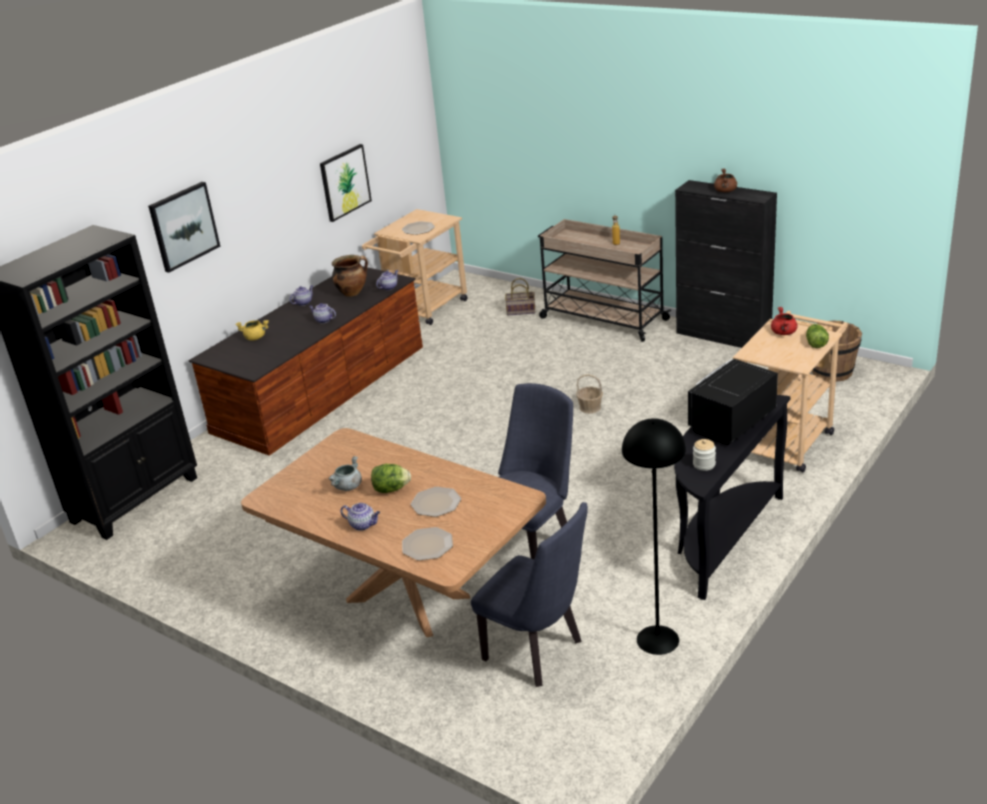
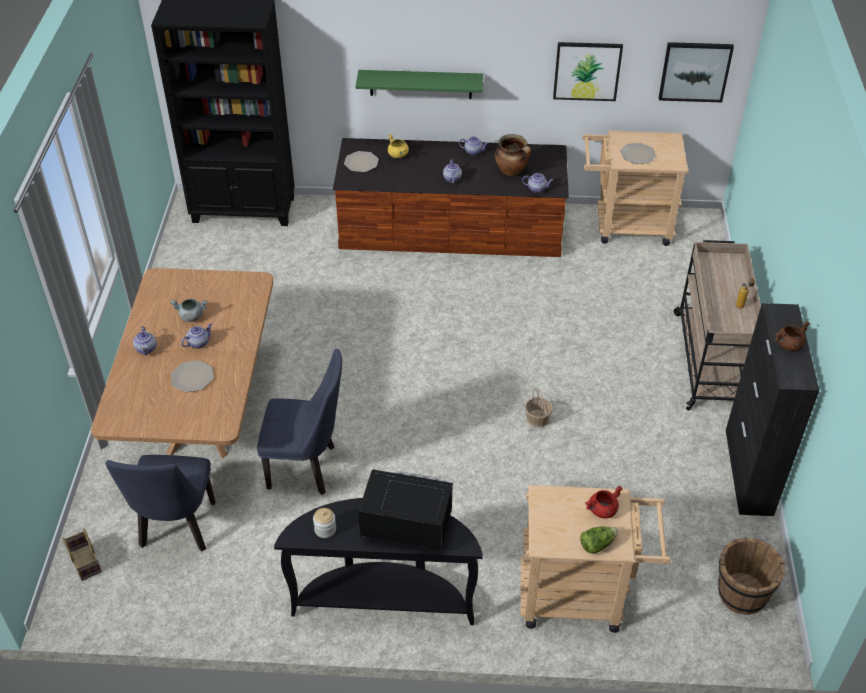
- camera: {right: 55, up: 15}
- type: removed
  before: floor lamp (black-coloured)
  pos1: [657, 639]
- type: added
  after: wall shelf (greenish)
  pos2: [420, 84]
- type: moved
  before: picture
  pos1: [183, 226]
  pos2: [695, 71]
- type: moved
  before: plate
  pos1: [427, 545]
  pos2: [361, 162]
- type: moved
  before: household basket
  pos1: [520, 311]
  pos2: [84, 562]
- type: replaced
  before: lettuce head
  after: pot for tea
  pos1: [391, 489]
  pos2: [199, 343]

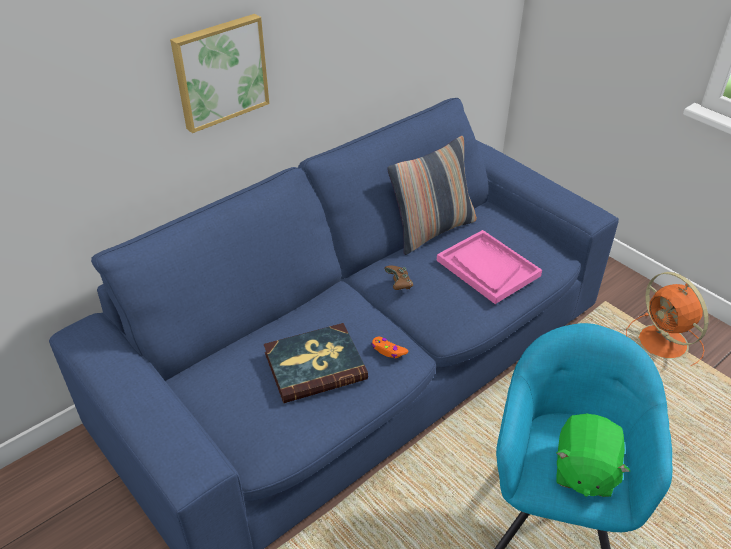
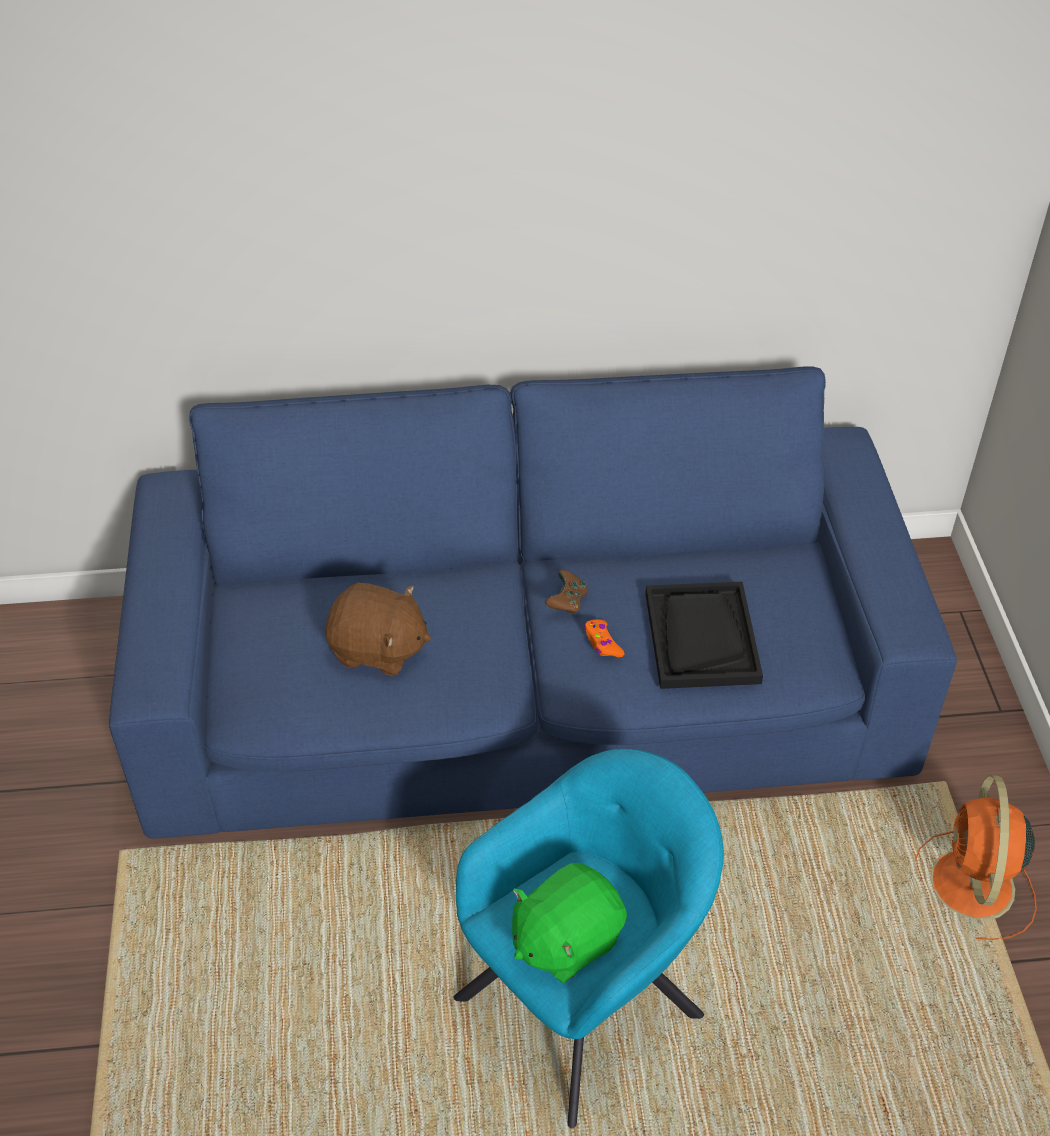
- camera: {right: 35, up: 5}
- type: removed
  before: picture
  pos1: [220, 71]
- type: removed
  before: pillow
  pos1: [432, 230]
- type: moved
  before: game controller (orange-coloured)
  pos1: [388, 351]
  pos2: [602, 643]
- type: replaced
  before: volume
  after: plush toy (brown)
  pos1: [315, 365]
  pos2: [378, 650]
- type: recoloured
  before: tray (pink)
  after: tray (black-coloured)
  pos1: [487, 268]
  pos2: [701, 637]

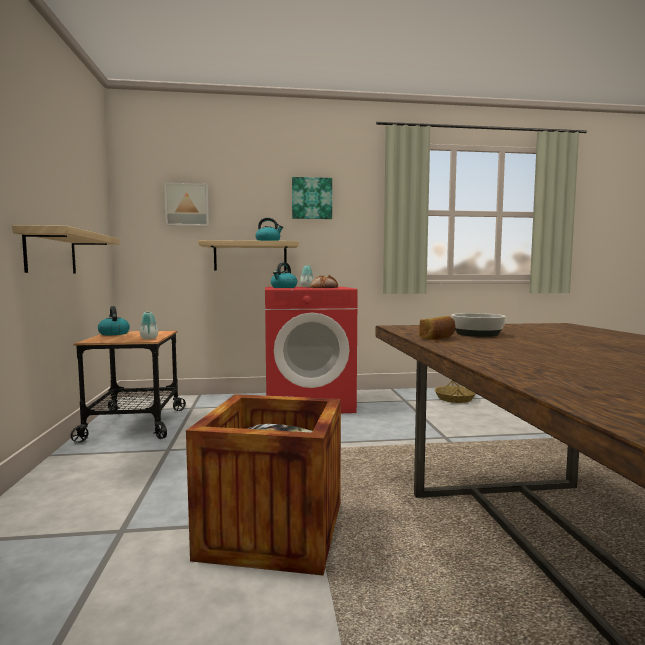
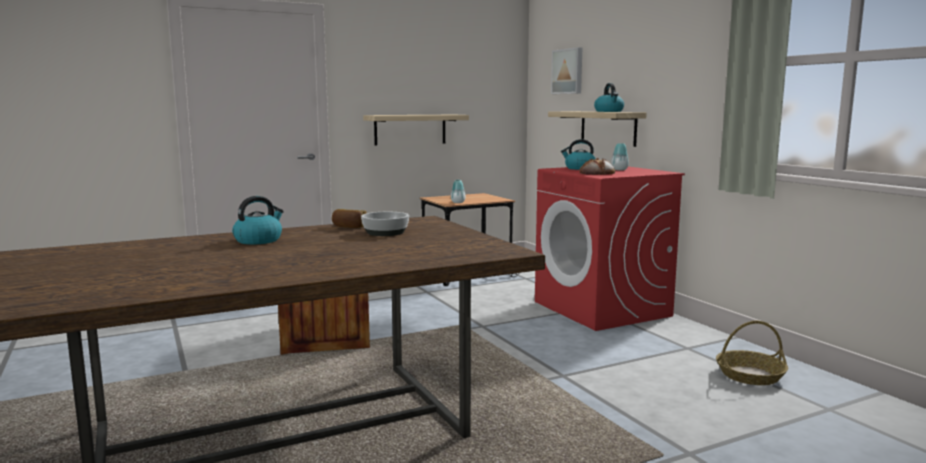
- camera: {right: 70, up: 5}
- type: removed
  before: picture
  pos1: [311, 198]
- type: moved
  before: water kettle
  pos1: [114, 333]
  pos2: [259, 240]

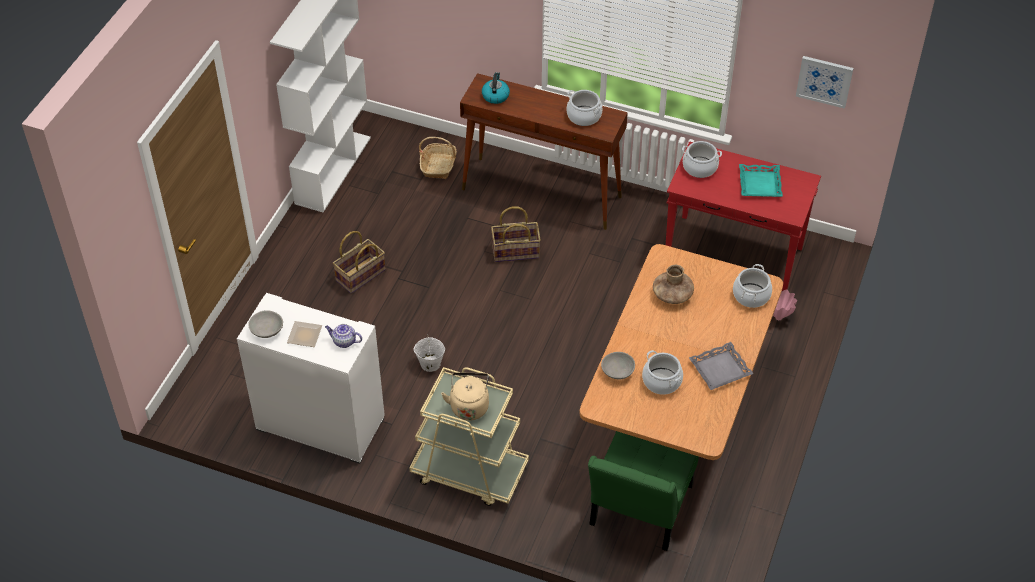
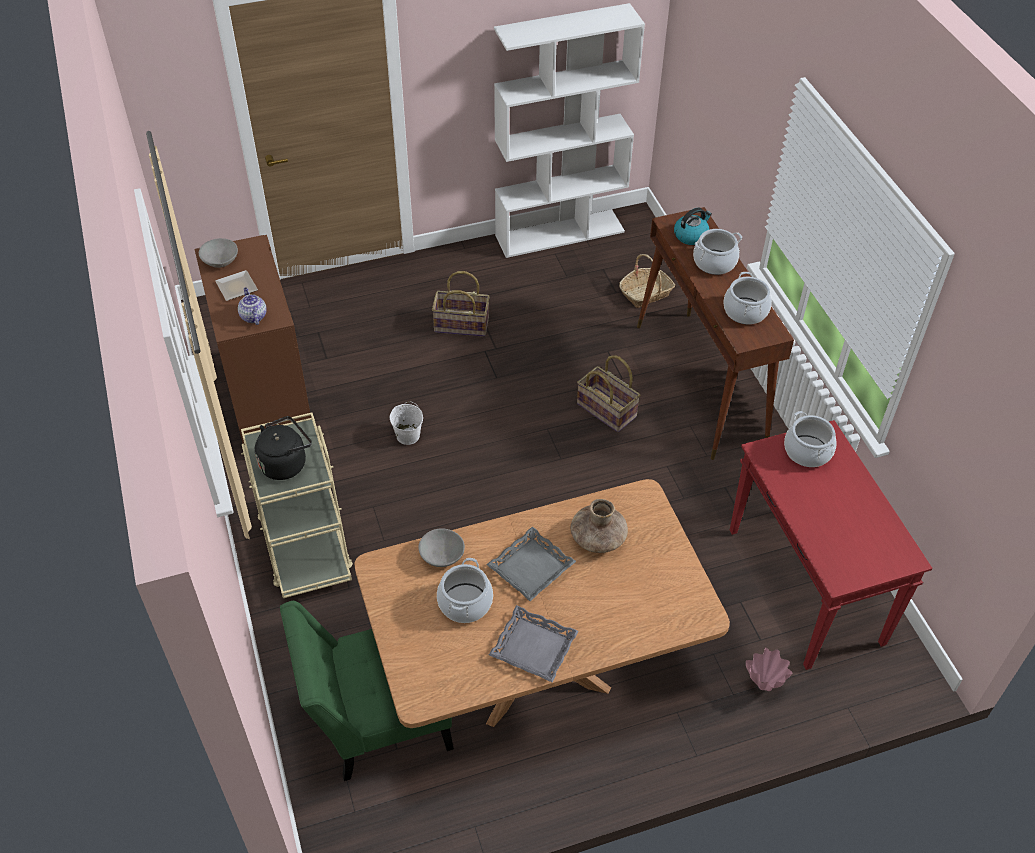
- camera: {right: 50, up: 0}
- type: removed
  before: tray (turquoise-coloured)
  pos1: [760, 184]
- type: removed
  before: picture
  pos1: [824, 81]
- type: added
  after: tray (gray)
  pos2: [530, 567]
- type: moved
  before: stockpot
  pos1: [751, 295]
  pos2: [714, 262]
- type: recoloured
  before: cabinet (white)
  after: cabinet (brown)
  pos1: [319, 424]
  pos2: [267, 405]
- type: recoloured
  before: water kettle (beige-coloured)
  after: water kettle (black-coloured)
  pos1: [469, 405]
  pos2: [285, 463]

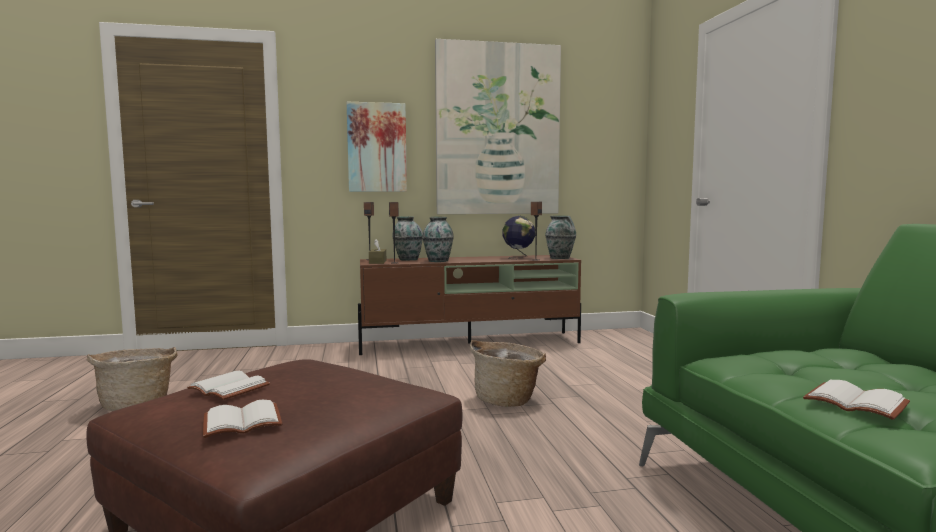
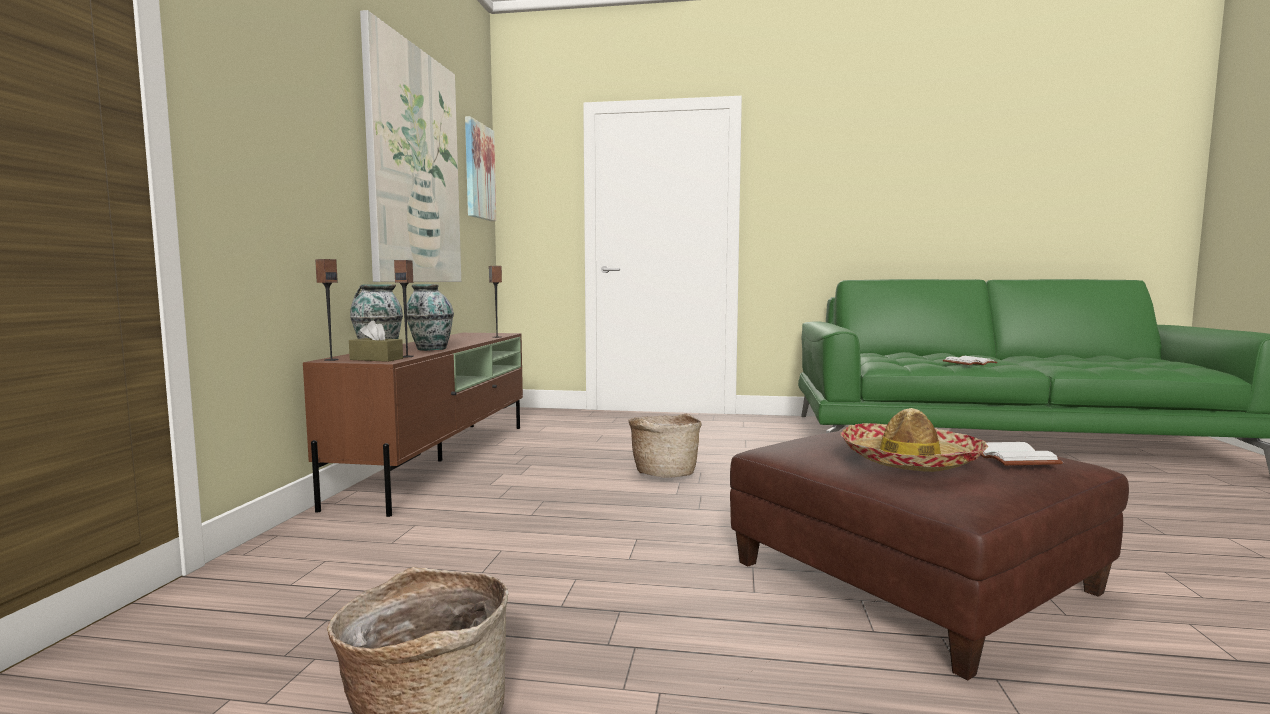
- camera: {right: -70, up: 0}
- type: removed
  before: desk globe
  pos1: [518, 257]
- type: removed
  before: flower vase
  pos1: [560, 258]
- type: moved
  before: picture
  pos1: [377, 147]
  pos2: [478, 171]
- type: replaced
  before: volume (white)
  after: wearable hat
  pos1: [231, 388]
  pos2: [909, 461]

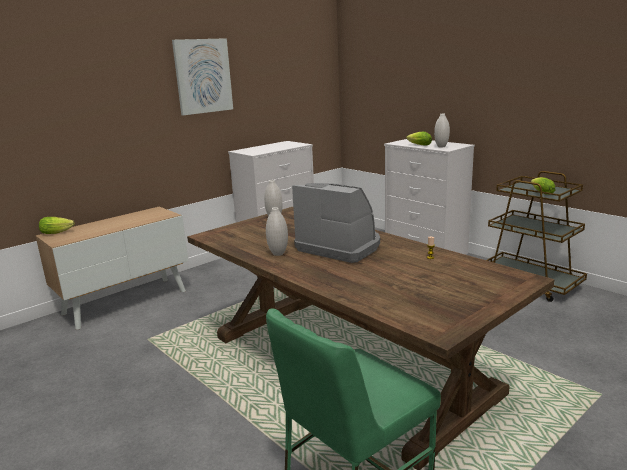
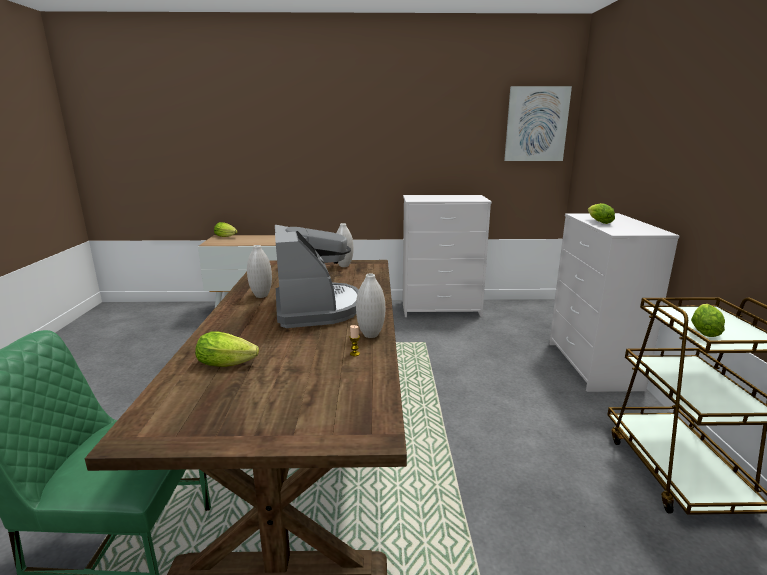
- camera: {right: 40, up: 0}
- type: added
  after: lettuce head
  pos2: [229, 363]
- type: moved
  before: picture
  pos1: [203, 76]
  pos2: [536, 124]
- type: moved
  before: flower vase (white)
  pos1: [441, 146]
  pos2: [370, 335]

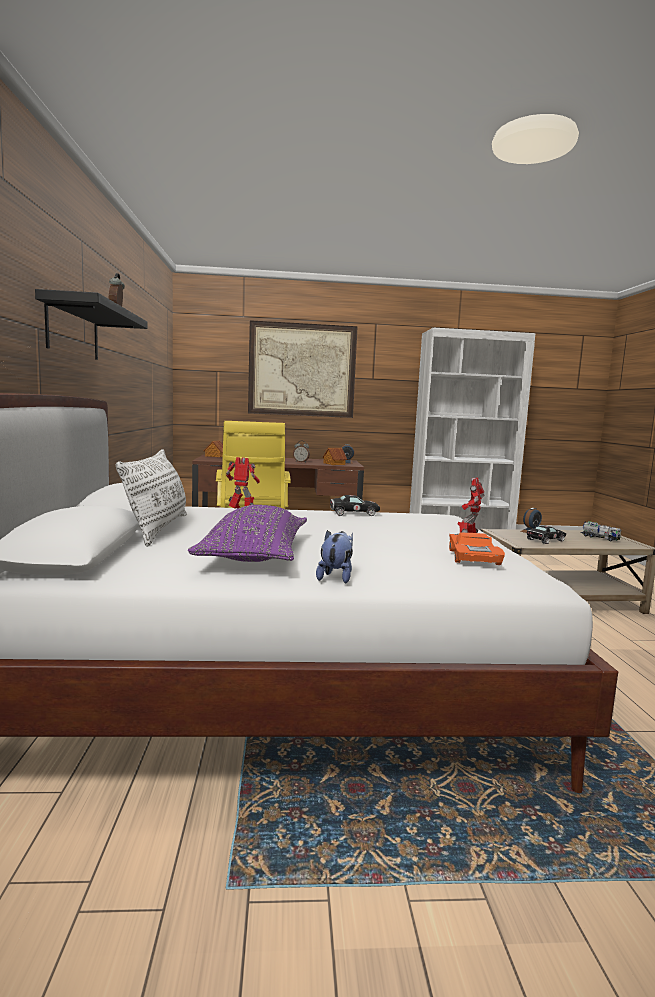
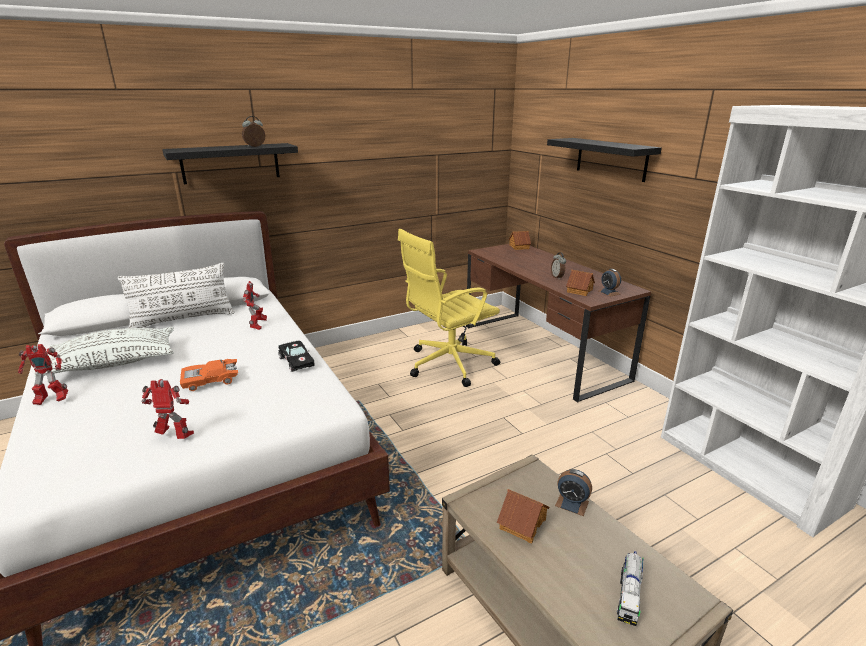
- camera: {right: 65, up: 15}
- type: moved
  before: model car (orange-coloured)
  pos1: [473, 557]
  pos2: [211, 380]
- type: replaced
  before: picture
  after: wall shelf (black-coloured)
  pos1: [302, 370]
  pos2: [611, 159]
- type: replaced
  before: plush toy
  after: robot figure
  pos1: [336, 577]
  pos2: [51, 401]
- type: replaced
  before: model car (black-coloured)
  after: model house
  pos1: [545, 540]
  pos2: [522, 523]
- type: recoloured
  before: pillow (purplish)
  after: pillow (white)
  pos1: [255, 554]
  pos2: [114, 363]

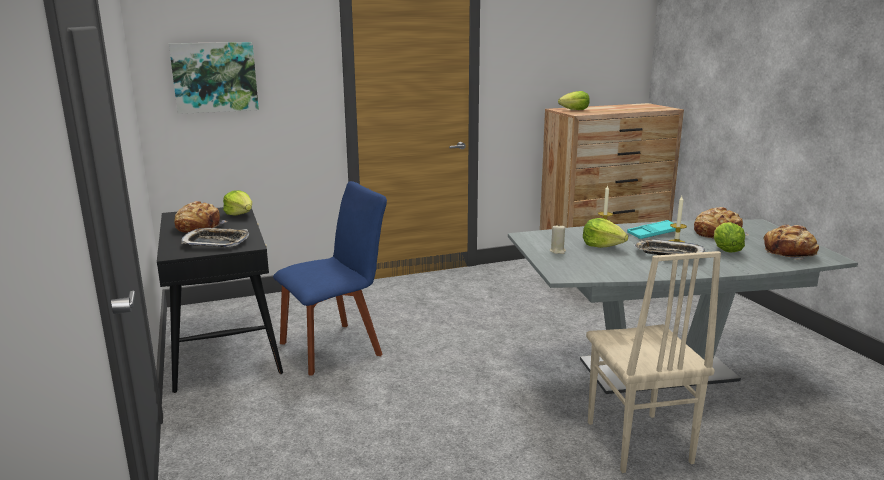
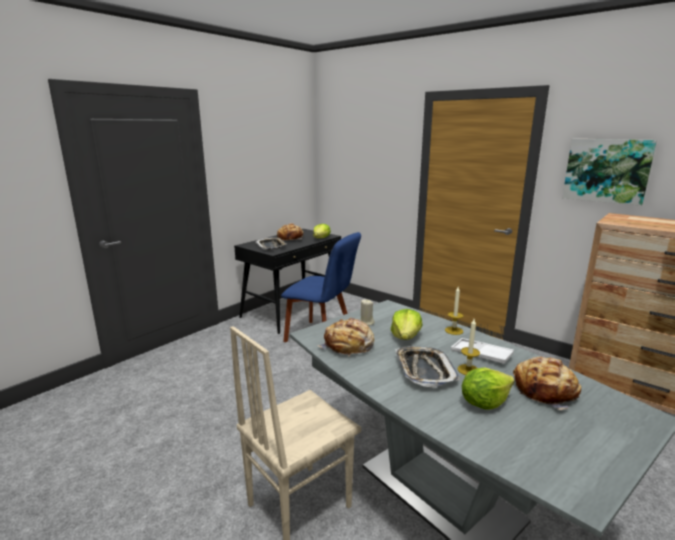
- camera: {right: 60, up: 0}
- type: removed
  before: lettuce head
  pos1: [574, 110]
- type: moved
  before: picture
  pos1: [215, 77]
  pos2: [606, 170]
- type: moved
  before: bakery bread
  pos1: [790, 252]
  pos2: [348, 346]
- type: recoloured
  before: tray (turquoise-coloured)
  after: tray (white)
  pos1: [653, 233]
  pos2: [481, 354]

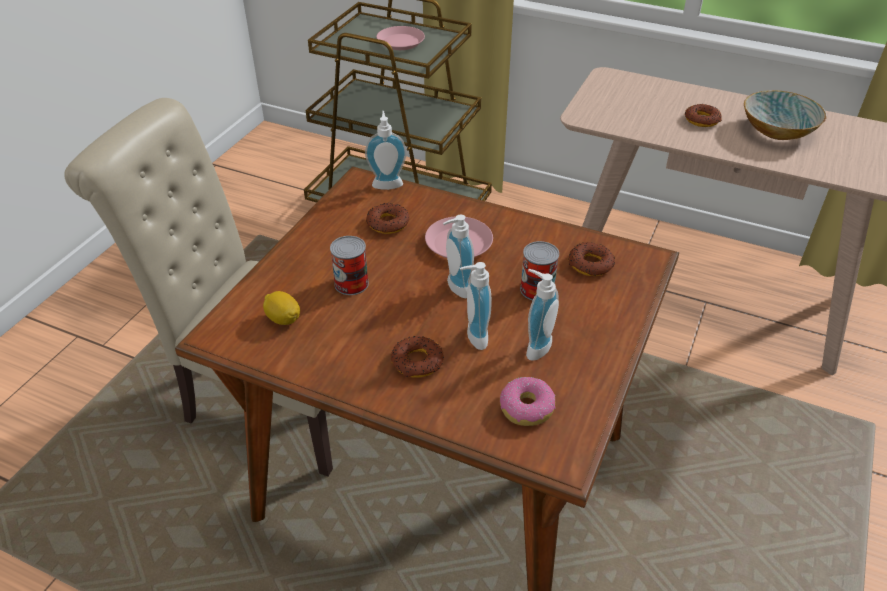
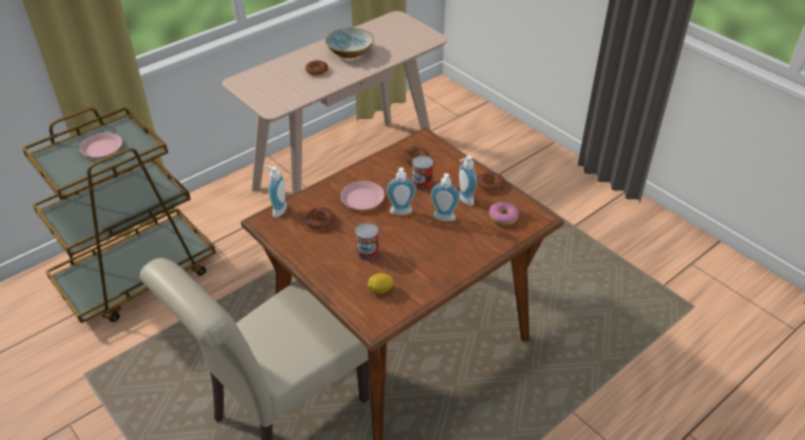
- camera: {right: -65, up: 0}
- type: moved
  before: doughnut
  pos1: [417, 362]
  pos2: [490, 185]

